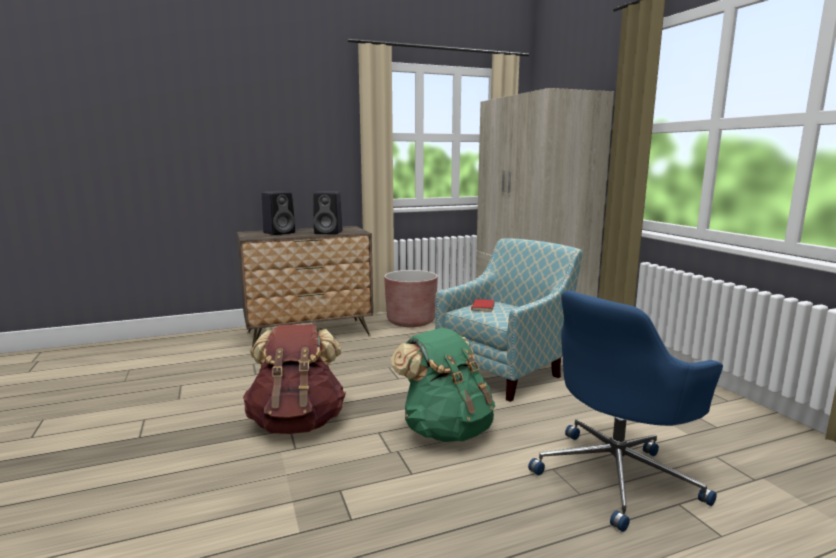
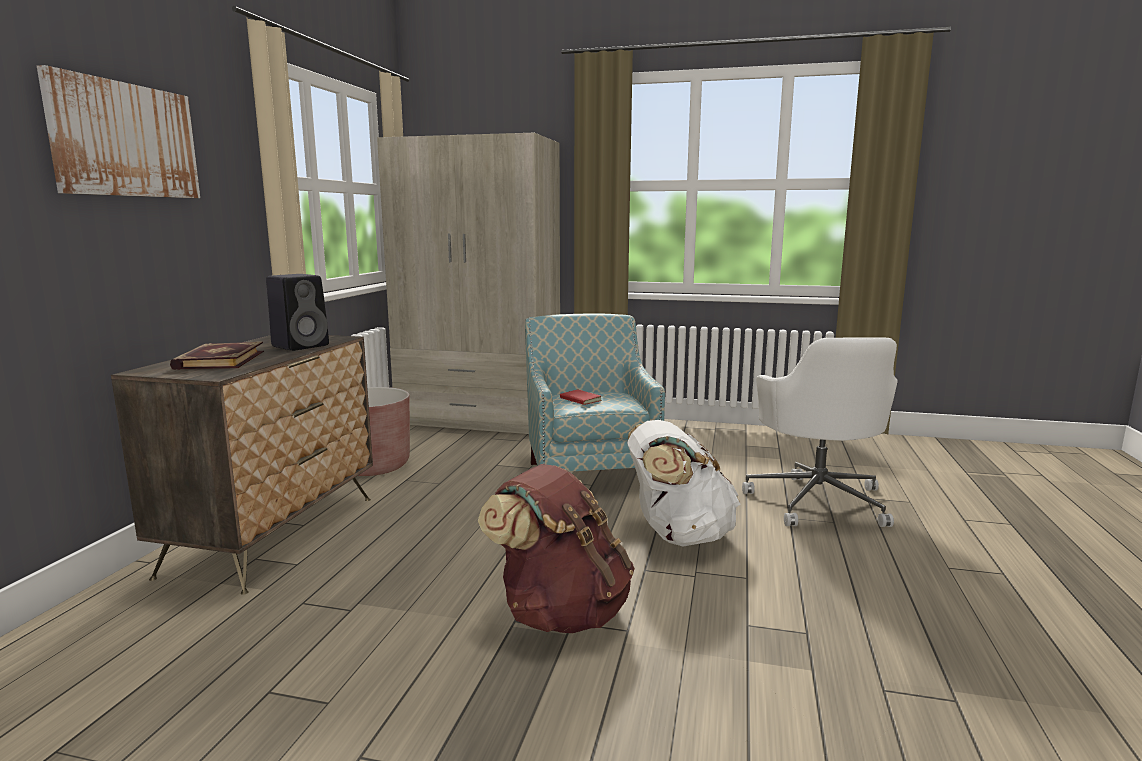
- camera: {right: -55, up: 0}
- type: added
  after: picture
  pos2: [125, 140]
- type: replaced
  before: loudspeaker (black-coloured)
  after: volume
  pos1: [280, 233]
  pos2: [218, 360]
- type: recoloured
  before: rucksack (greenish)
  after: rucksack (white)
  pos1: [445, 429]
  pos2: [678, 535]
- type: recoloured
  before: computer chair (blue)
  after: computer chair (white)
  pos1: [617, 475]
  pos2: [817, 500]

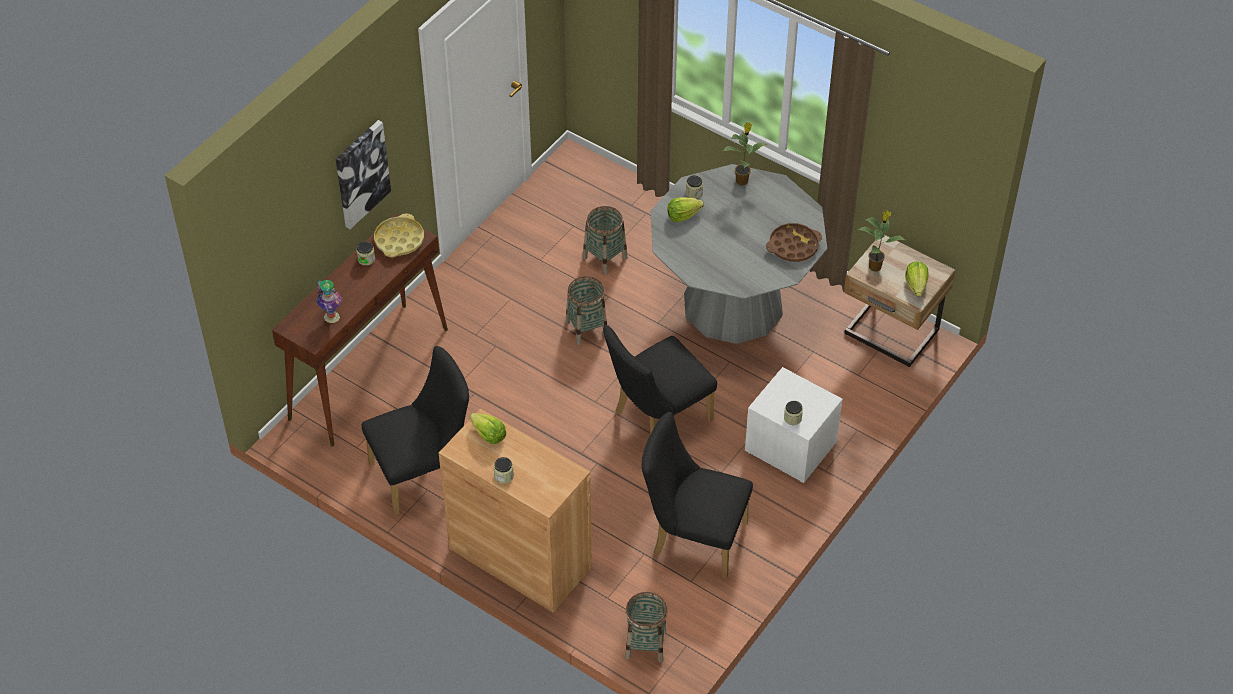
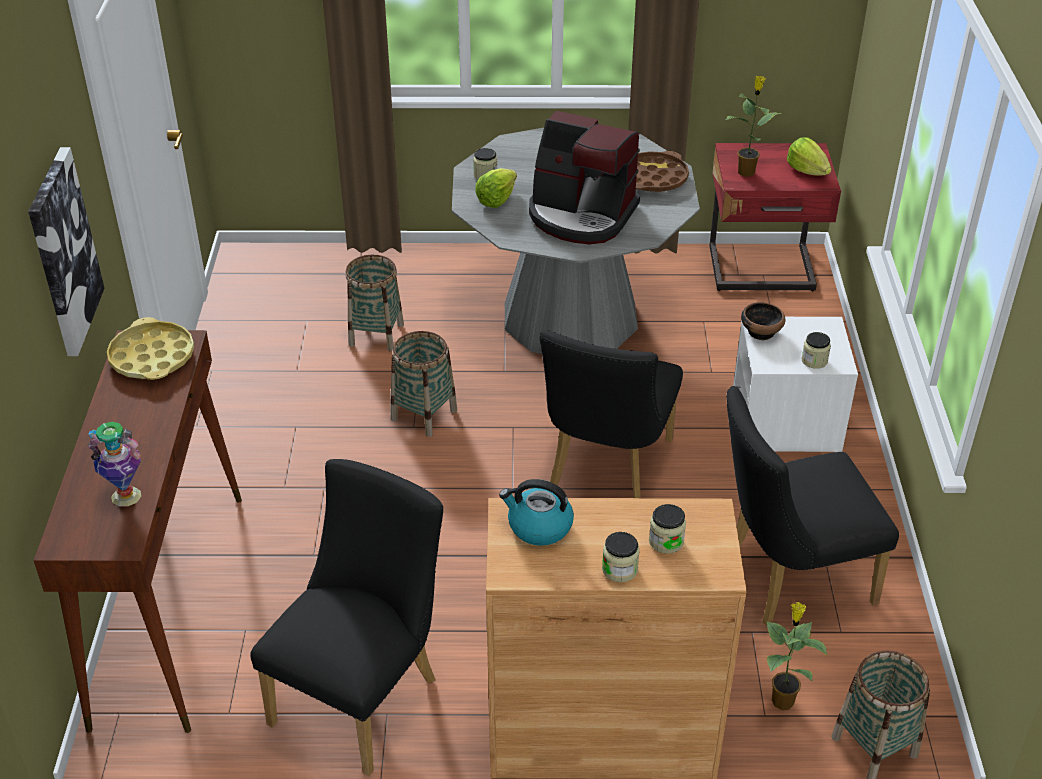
- camera: {right: -35, up: -10}
- type: added
  after: coffee machine
  pos2: [581, 215]
- type: added
  after: deep dish
  pos2: [761, 331]
- type: moved
  before: preserve jar
  pos1: [366, 259]
  pos2: [666, 541]
- type: moved
  before: houseplant
  pos1: [742, 180]
  pos2: [782, 700]
- type: replaced
  before: lettuce head
  after: water kettle
  pos1: [488, 435]
  pos2: [538, 526]
- type: recoloured
  before: nightstand (beige-coloured)
  after: nightstand (red)
  pos1: [890, 334]
  pos2: [762, 271]

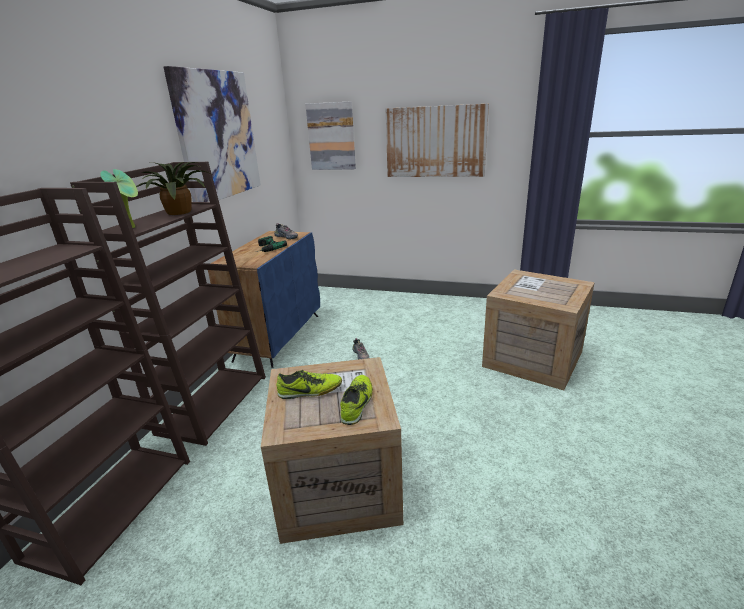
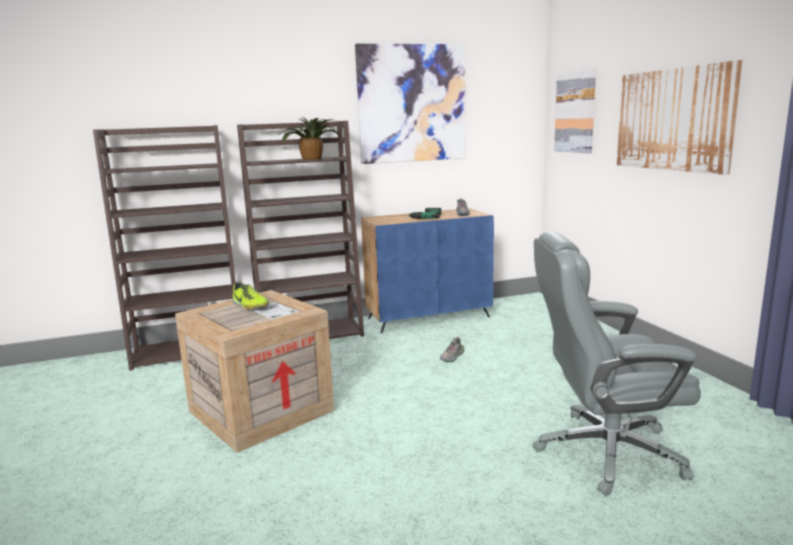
- camera: {right: 55, up: -10}
- type: removed
  before: houseplant
  pos1: [133, 227]
- type: removed
  before: item of footwear
  pos1: [357, 403]
- type: replaced
  before: shipping crate
  after: computer chair (gray)
  pos1: [531, 359]
  pos2: [605, 452]

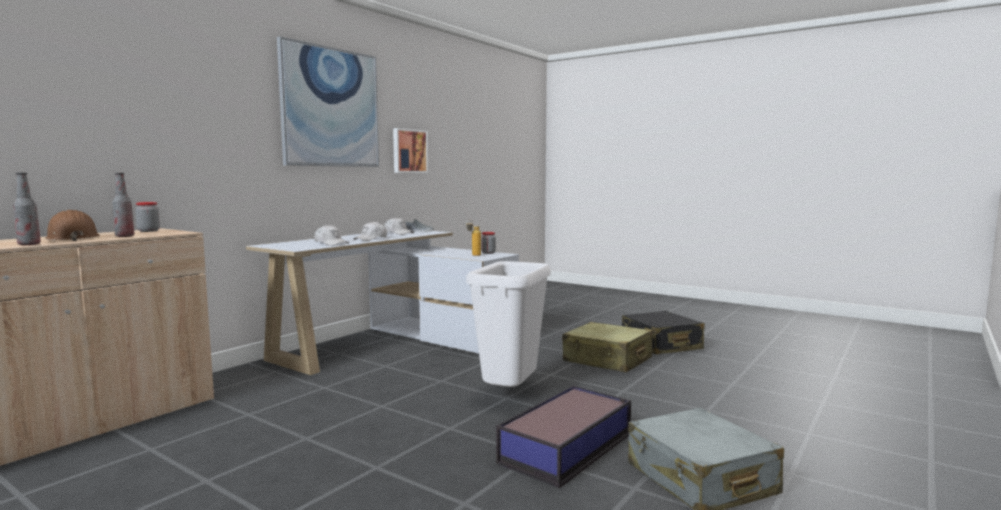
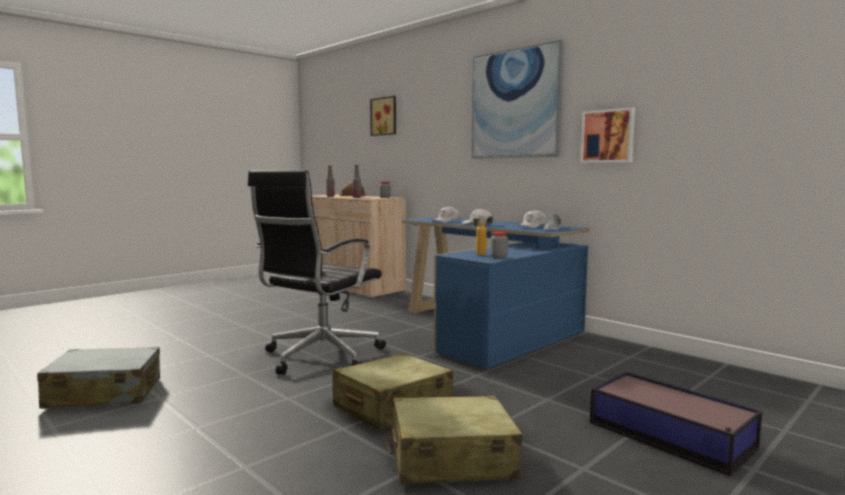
- camera: {right: 100, up: 0}
- type: added
  after: picture
  pos2: [385, 116]
- type: moved
  before: storage container
  pos1: [568, 448]
  pos2: [671, 436]
- type: replaced
  before: waste bin (white)
  after: computer chair (black-coloured)
  pos1: [510, 395]
  pos2: [320, 357]
- type: recoloured
  before: desk (white)
  after: desk (blue)
  pos1: [394, 343]
  pos2: [488, 328]
- type: recoloured
  before: suitcase (black-coloured)
  after: suitcase (beige-coloured)
  pos1: [661, 345]
  pos2: [451, 459]

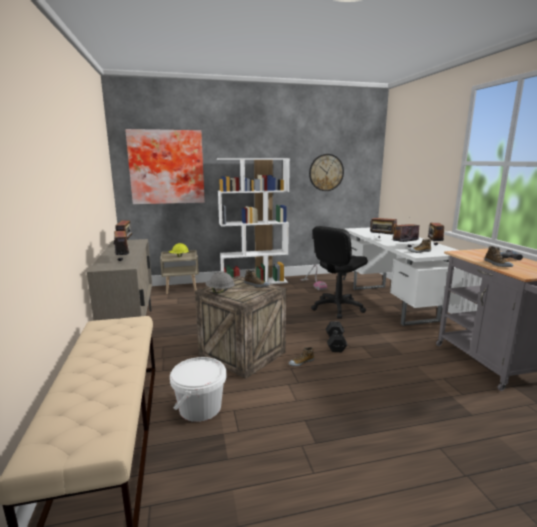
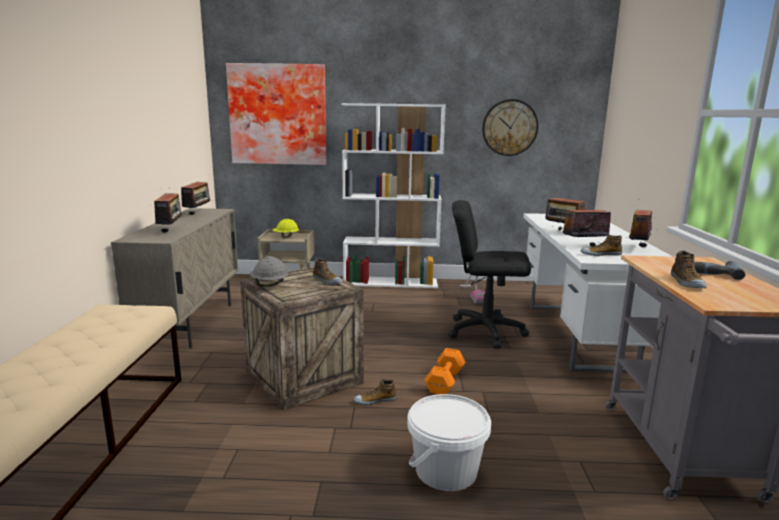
- camera: {right: 15, up: 0}
- type: moved
  before: water bucket (white)
  pos1: [200, 408]
  pos2: [446, 470]
- type: recoloured
  before: hand weight (black-coloured)
  after: hand weight (orange-coloured)
  pos1: [335, 343]
  pos2: [445, 381]
- type: turned
  before: computer chair (black-coloured)
  pos1: [337, 308]
  pos2: [485, 331]
  turn: 45

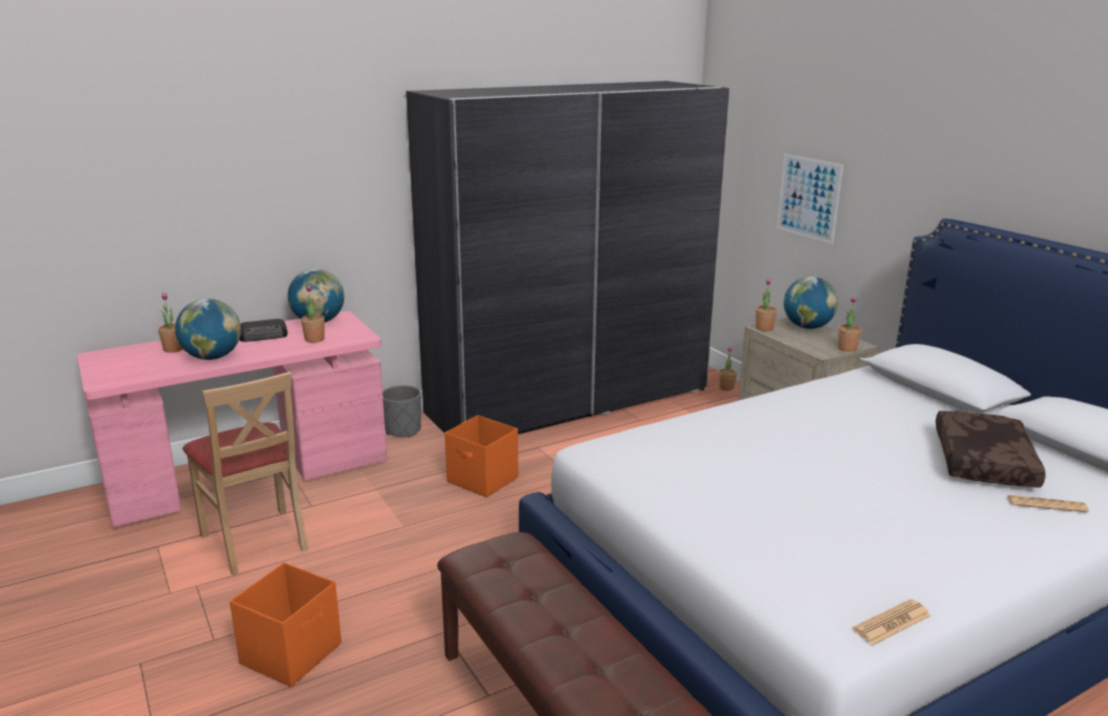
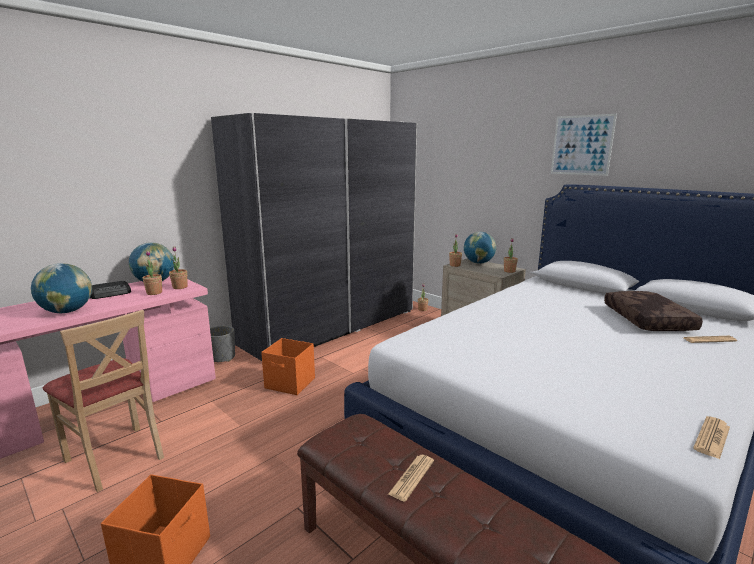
- camera: {right: -15, up: -5}
- type: added
  after: daily paper
  pos2: [412, 477]
- type: moved
  before: houseplant
  pos1: [174, 349]
  pos2: [180, 287]
- type: moved
  before: picture
  pos1: [808, 198]
  pos2: [581, 145]

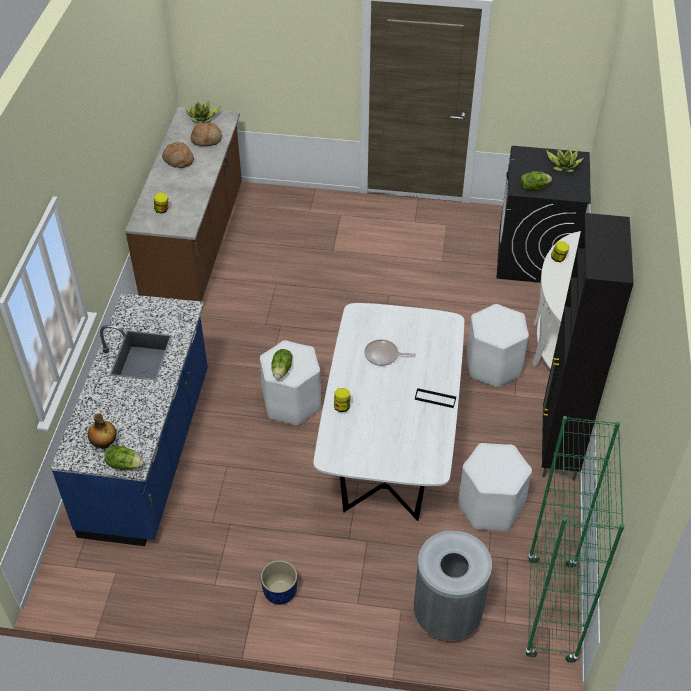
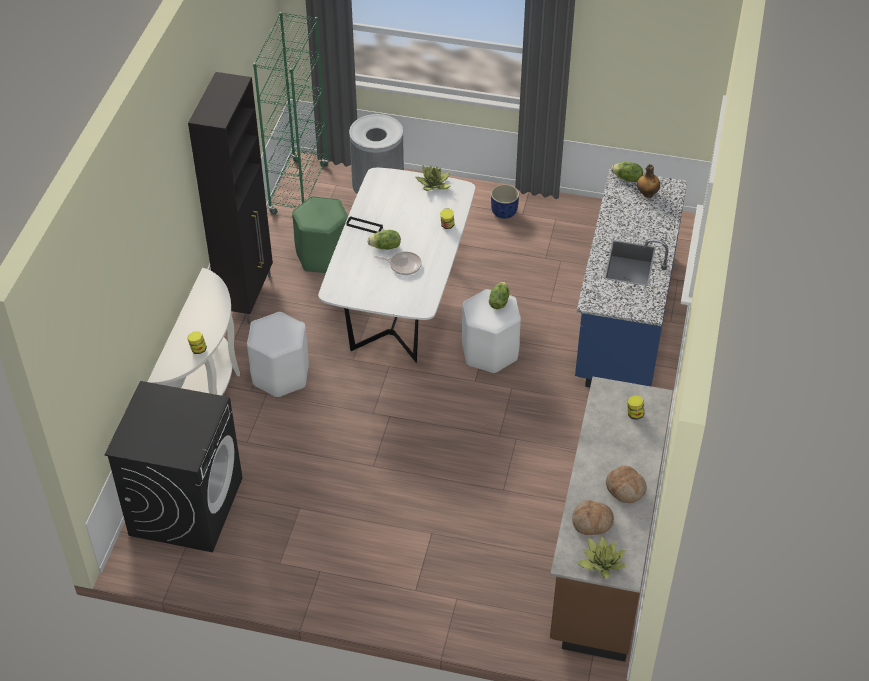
- camera: {right: -175, up: 0}
- type: moved
  before: lettuce head
  pos1: [533, 187]
  pos2: [385, 247]
- type: moved
  before: houseplant
  pos1: [563, 165]
  pos2: [434, 184]
- type: recoloured
  before: stool seat (white)
  after: stool seat (greenish)
  pos1: [490, 507]
  pos2: [323, 256]

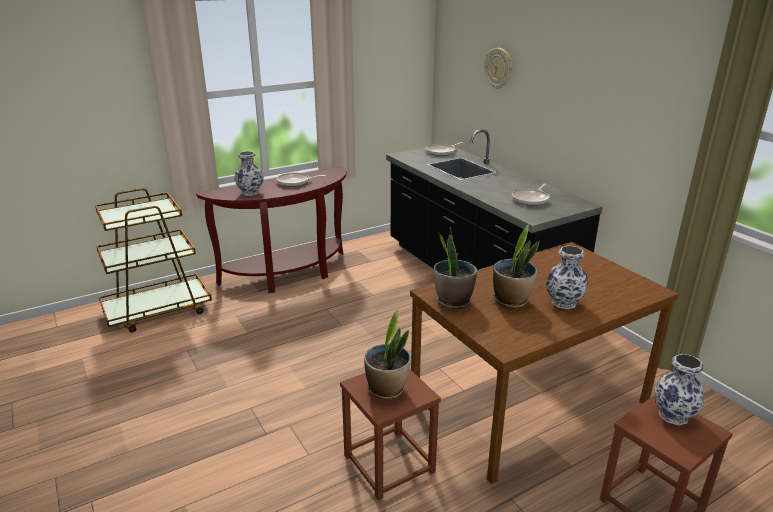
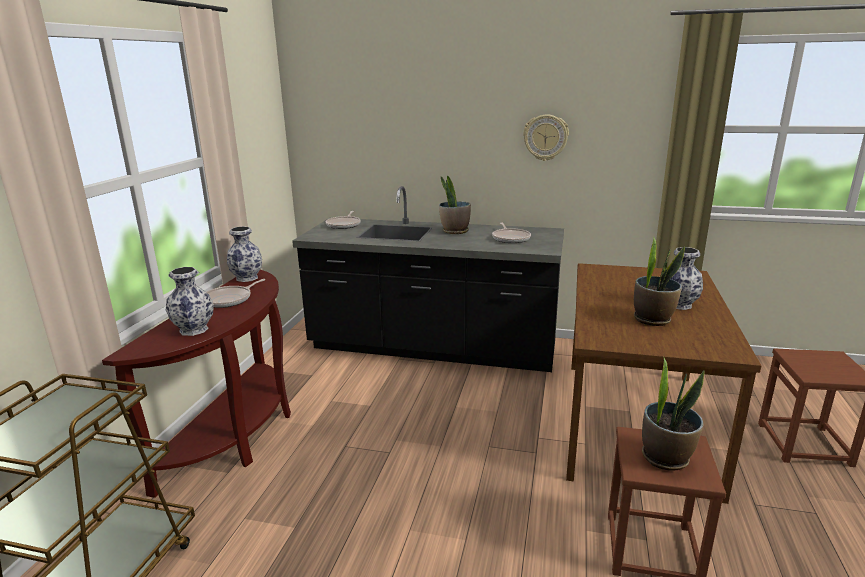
- camera: {right: -45, up: -5}
- type: moved
  before: houseplant
  pos1: [453, 301]
  pos2: [455, 231]
- type: moved
  before: hanging clock
  pos1: [499, 68]
  pos2: [545, 137]
- type: moved
  before: flower vase
  pos1: [674, 415]
  pos2: [247, 278]

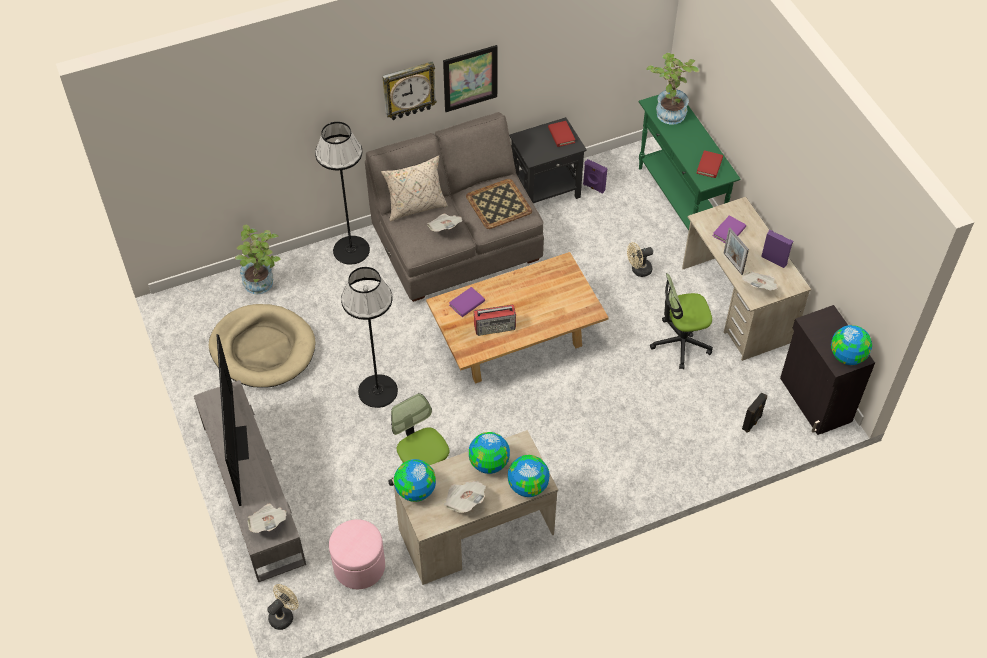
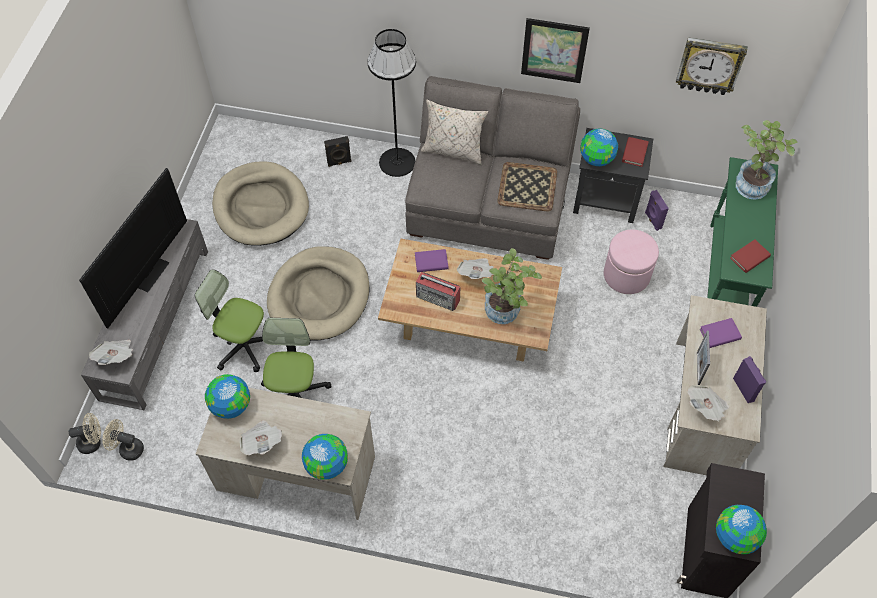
- camera: {right: 35, up: 5}
- type: moved
  before: houseplant
  pos1: [263, 283]
  pos2: [506, 313]
- type: moved
  before: ottoman (pink)
  pos1: [359, 566]
  pos2: [626, 275]
- type: moved
  before: hanging clock
  pos1: [408, 90]
  pos2: [710, 65]
- type: moved
  before: daily paper
  pos1: [444, 228]
  pos2: [476, 273]
- type: moved
  before: desk globe
  pos1: [489, 463]
  pos2: [596, 159]
- type: moved
  before: fan (beige-coloured)
  pos1: [638, 270]
  pos2: [127, 449]
- type: moved
  before: computer chair
  pos1: [680, 343]
  pos2: [243, 345]
- type: moved
  before: loudspeaker (black-coloured)
  pos1: [752, 422]
  pos2: [339, 162]
- type: replaced
  before: floor lamp (black-coloured)
  after: pet bed (beige-coloured)
  pos1: [377, 390]
  pos2: [319, 296]

